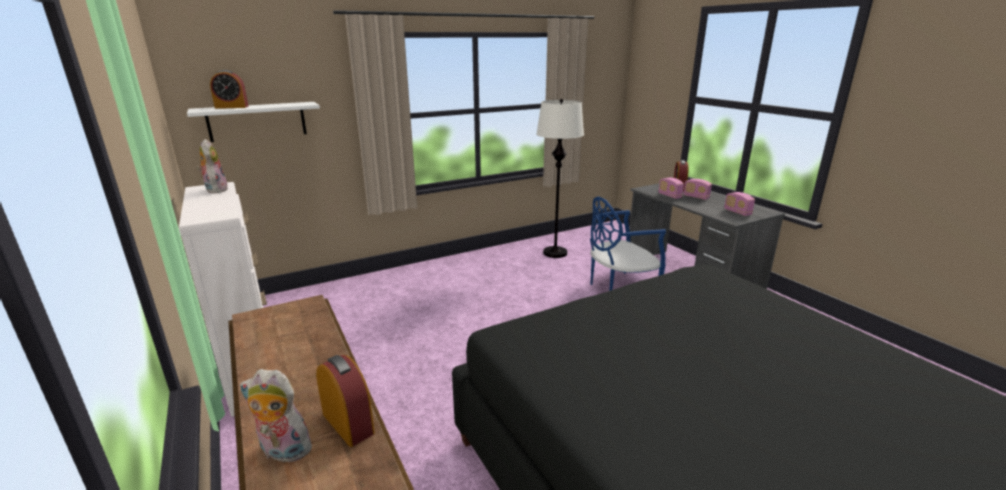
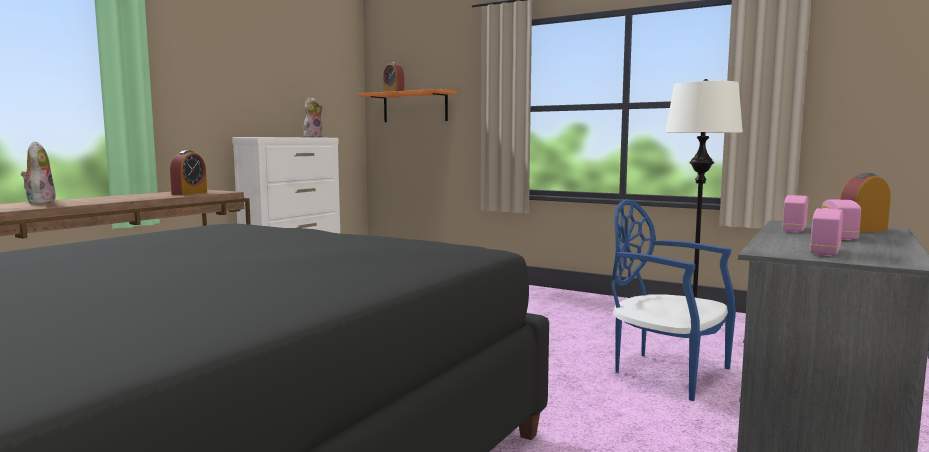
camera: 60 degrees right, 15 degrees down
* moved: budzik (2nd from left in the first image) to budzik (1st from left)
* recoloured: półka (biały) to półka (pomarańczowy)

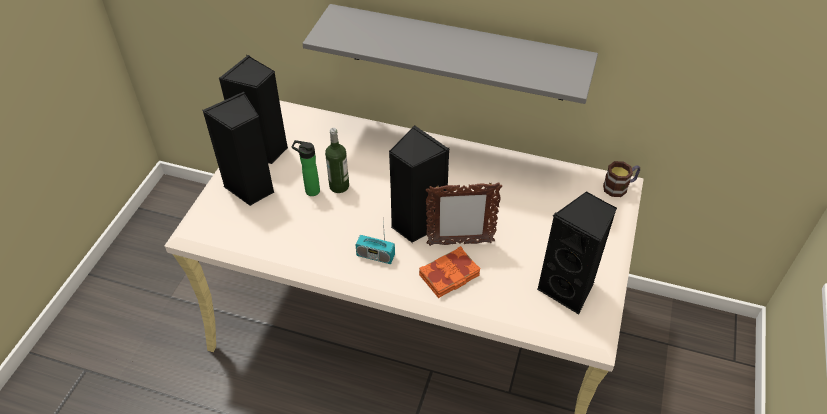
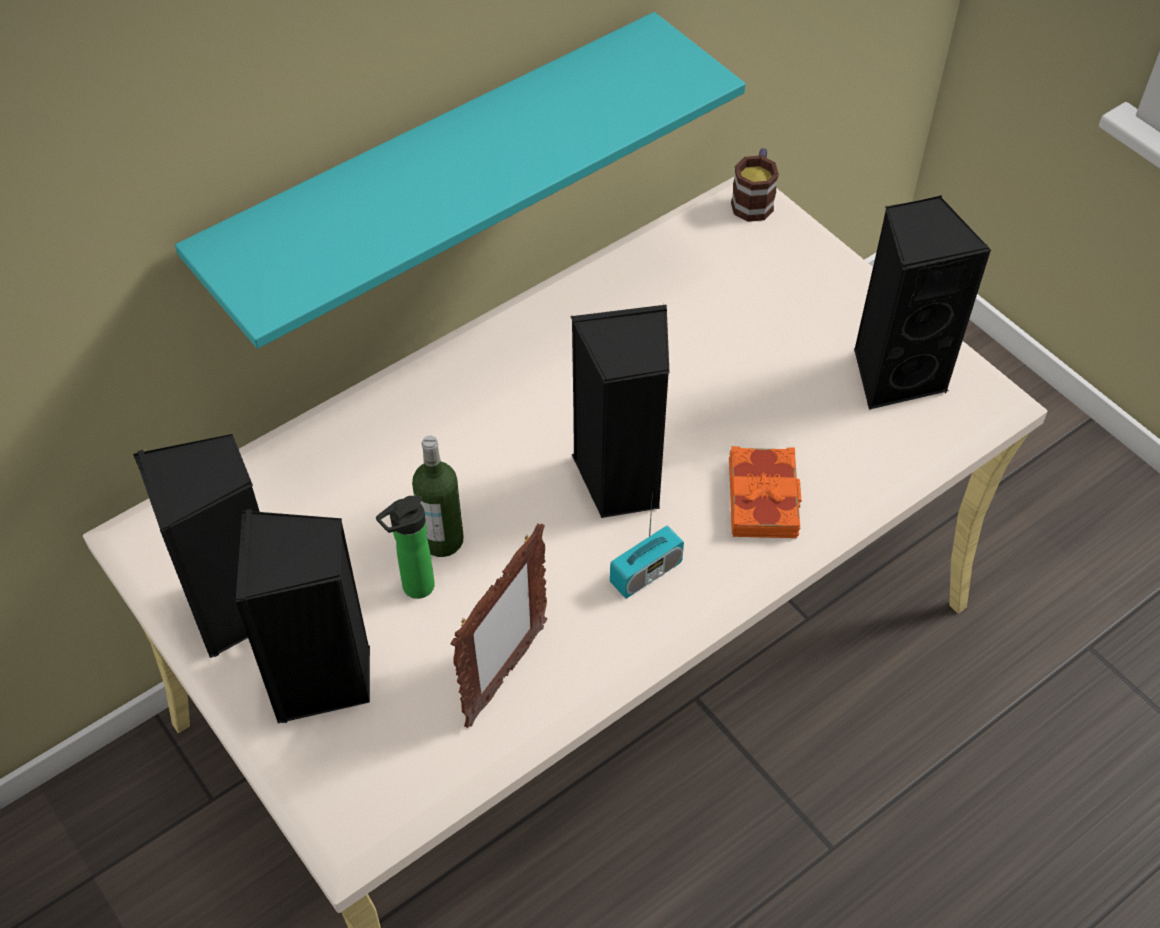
camera: 55 degrees left, 5 degrees up
* recoloured: półka (szary) to półka (turkusowy)
* moved: ramka na zdjęcie

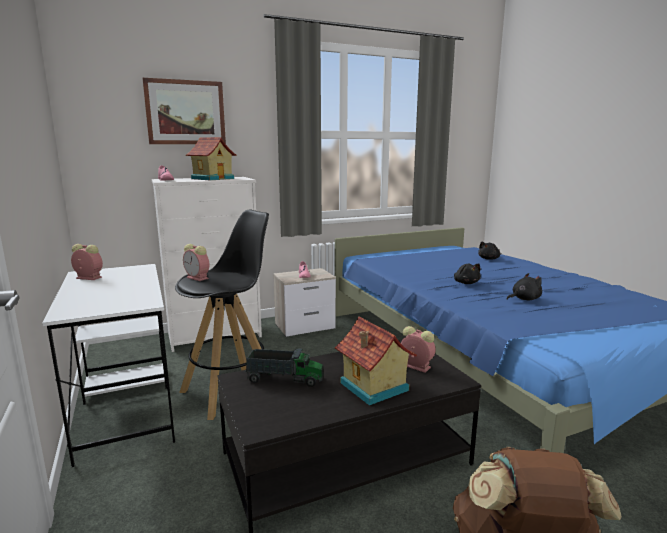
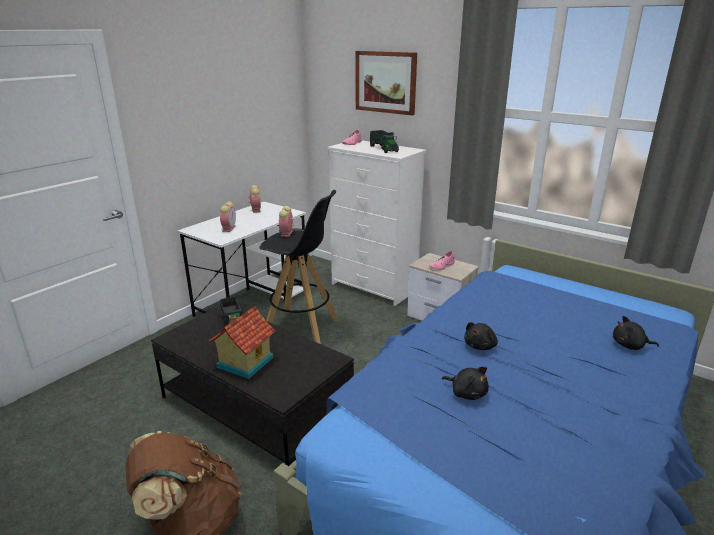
camera: 60 degrees right, 10 degrees up
* moved: budzik (3rd from left in the first image) to budzik (1st from left)
* replaced: domek (1st from left) to ciężarówka zabawkowa (2nd from left)

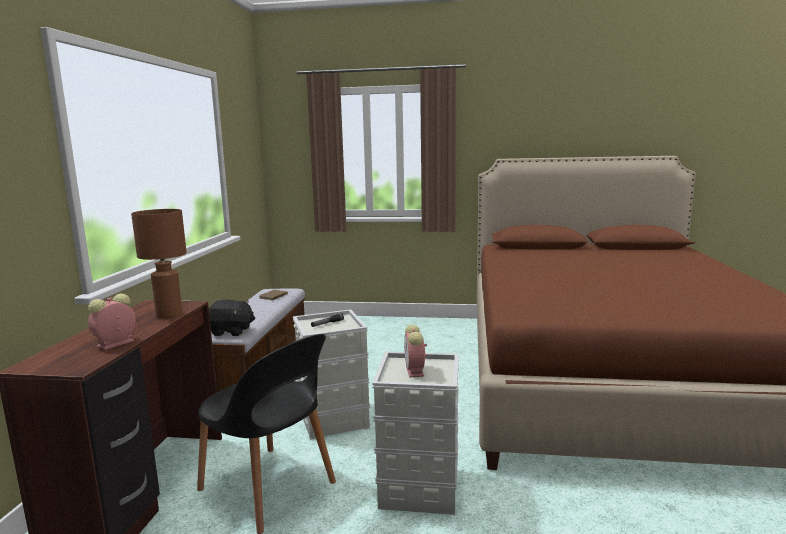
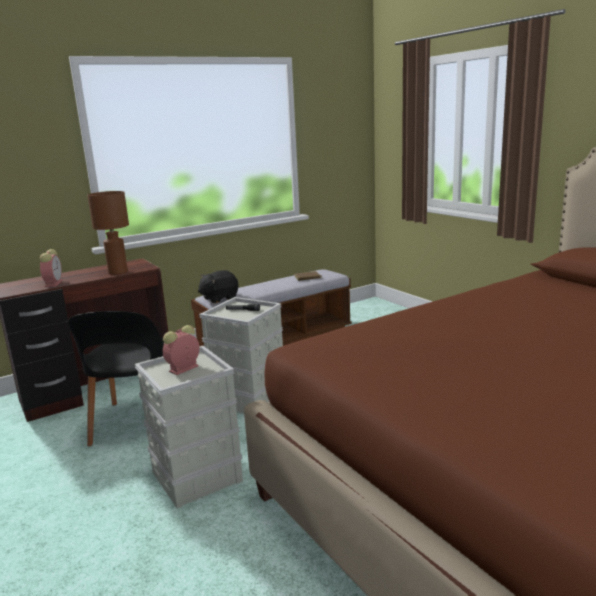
camera: 50 degrees right, 5 degrees up
* turned: budzik (1st from left) 90 degrees clockwise
* turned: pluszak (czarny) 90 degrees clockwise

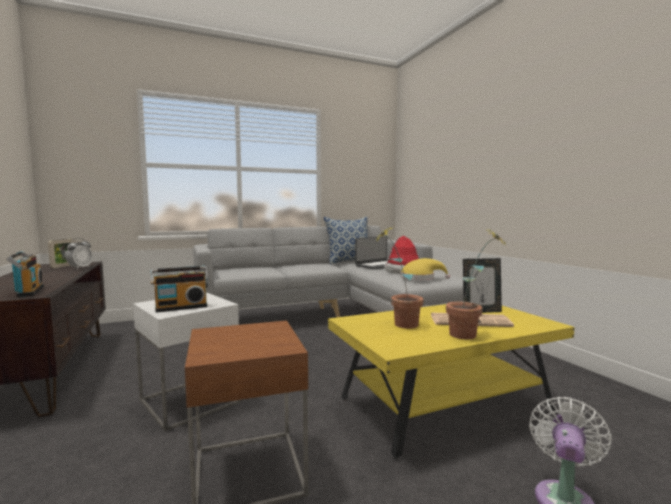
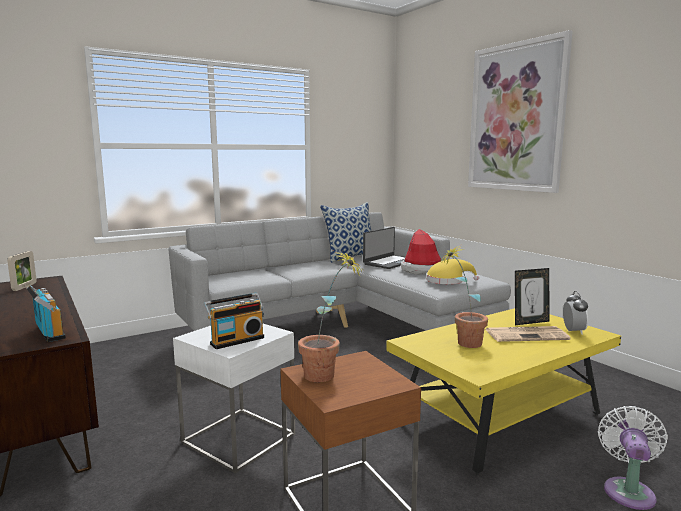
camera: 10 degrees left, 5 degrees up
* moved: roślina doniczkowa (2nd from left in the first image) to roślina doniczkowa (1st from left)
* added: obraz
* moved: budzik

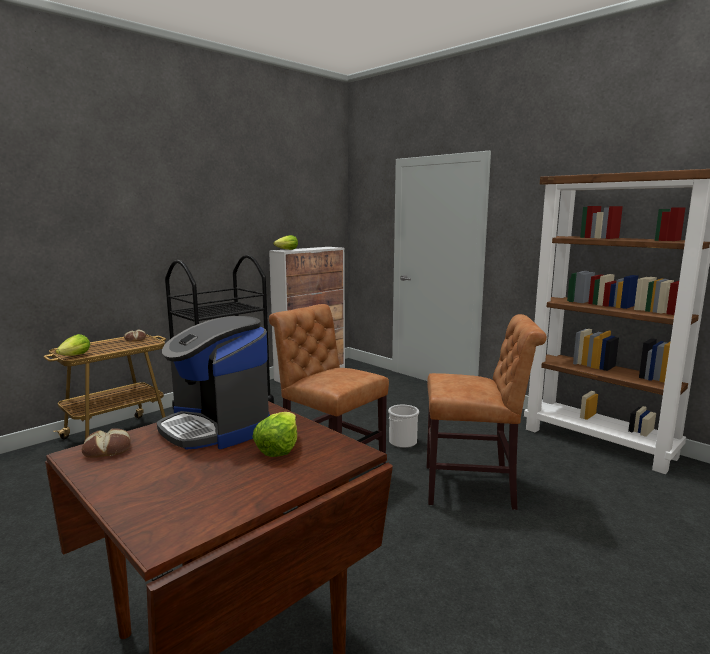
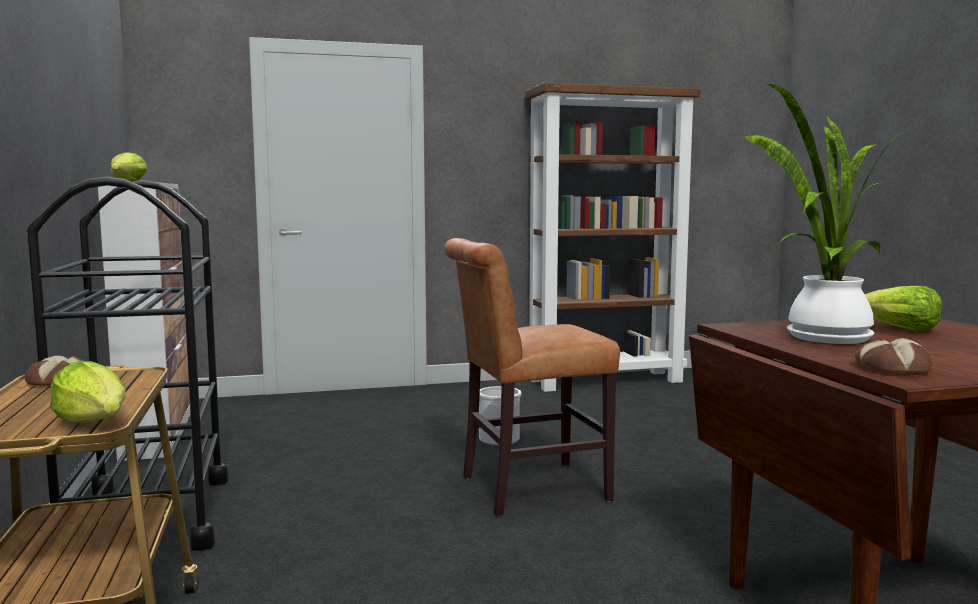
camera: 60 degrees left, 5 degrees down
* replaced: ekspres do kawy to roślina doniczkowa
* removed: krzesło (brązowy) (2nd from left)

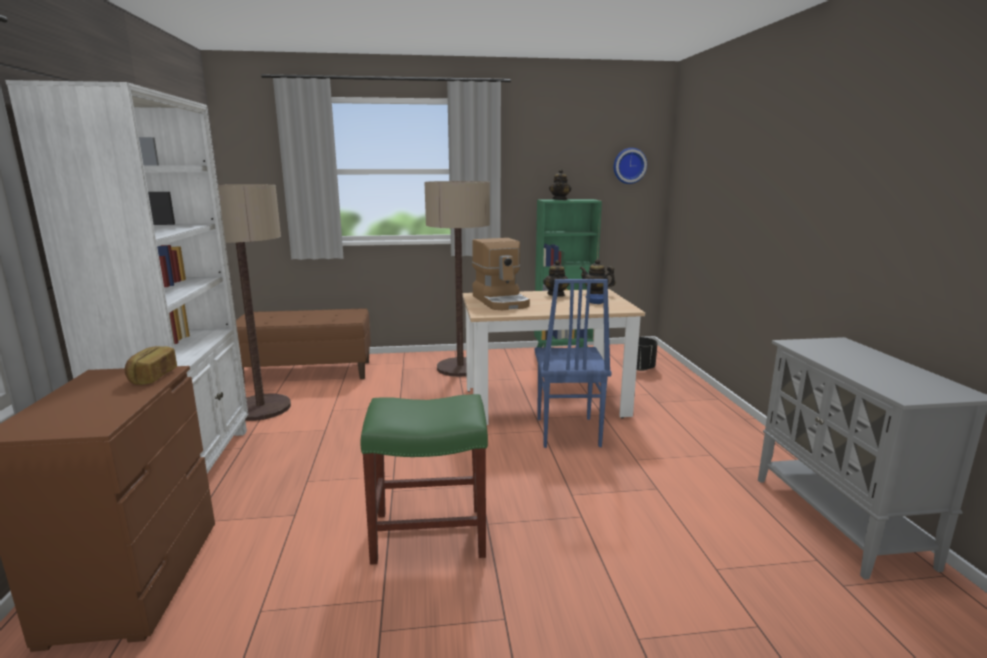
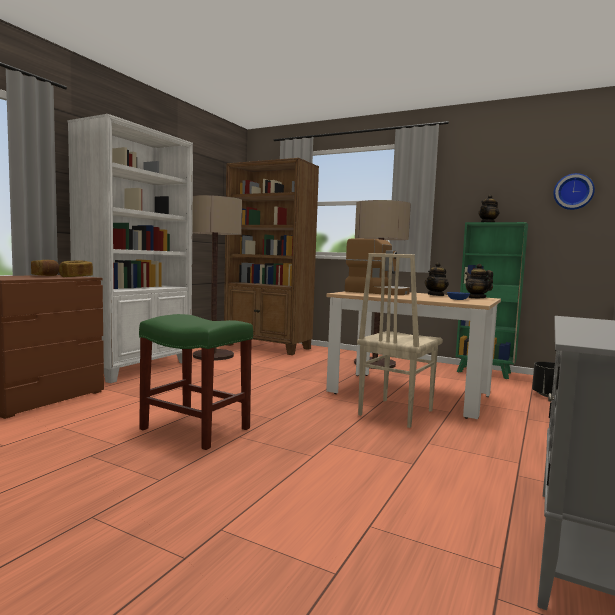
camera: 35 degrees right, 10 degrees down
* added: chleb (1st from left)
* replaced: ławka (brązowy) to regał (brązowy)
* turned: ekspres do kawy 75 degrees counterclockwise
* recoloured: krzesło (niebieski) to krzesło (beżowy)

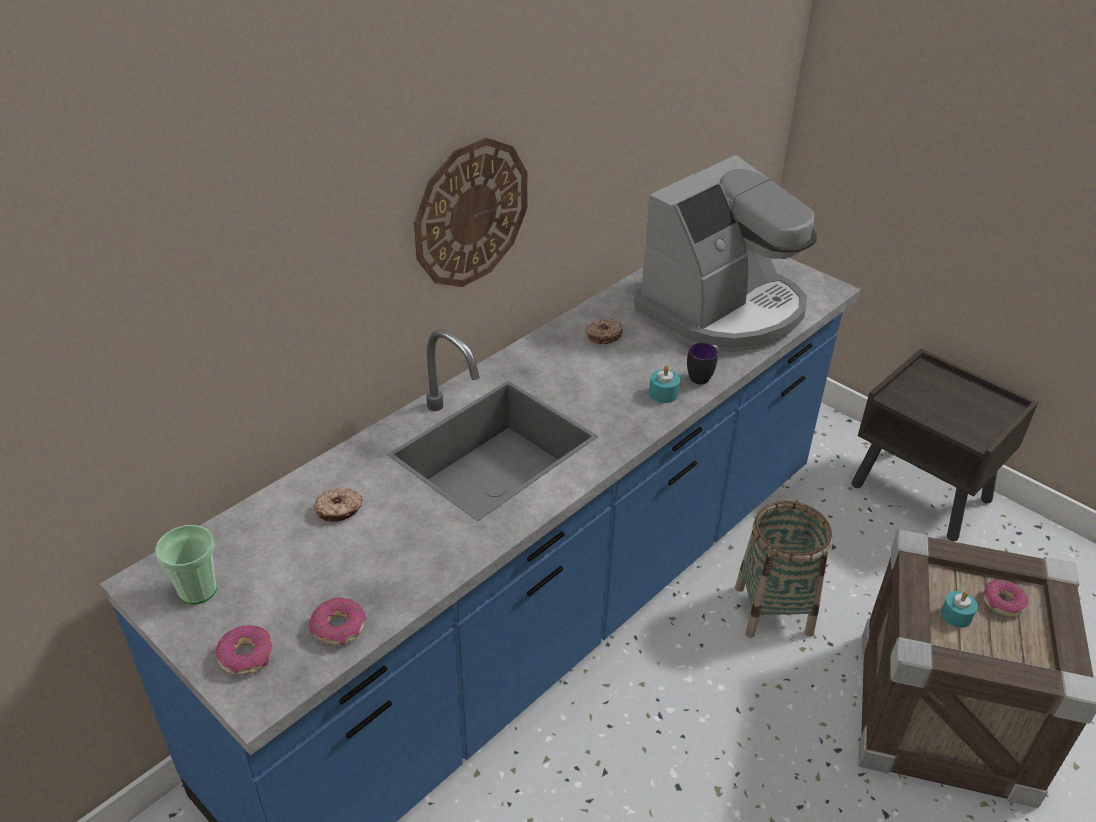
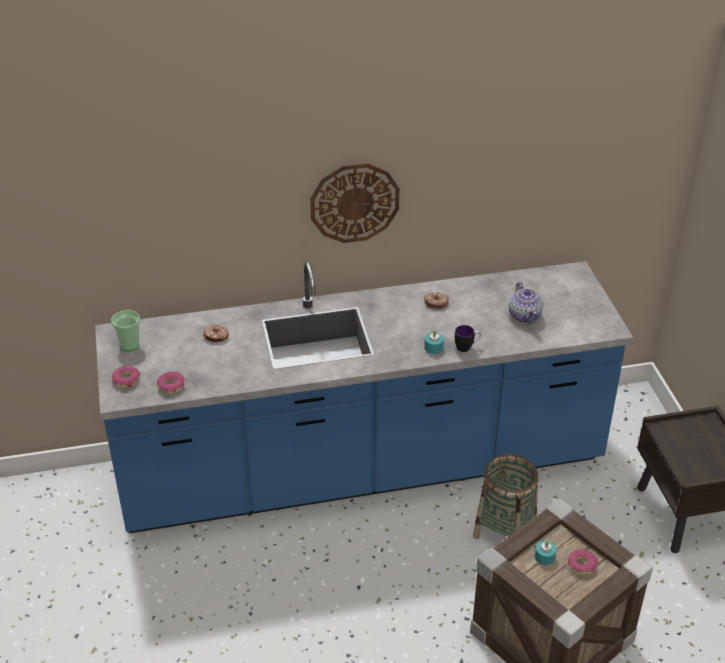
camera: 35 degrees right, 0 degrees up
* replaced: ekspres do kawy to imbryk

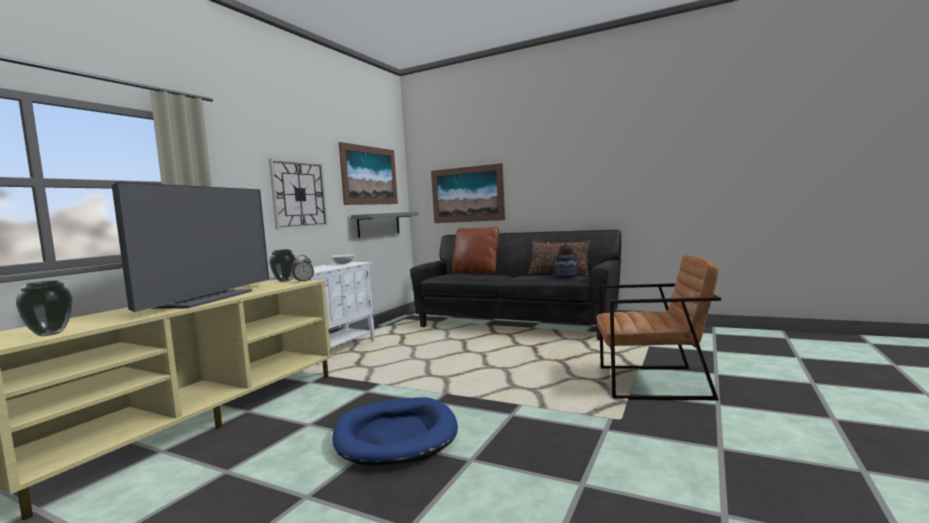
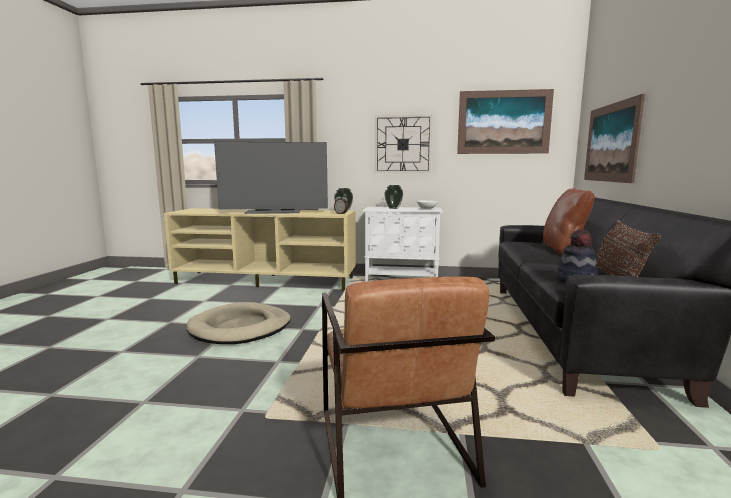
camera: 70 degrees right, 5 degrees up
* recoloured: legowisko (niebieski) to legowisko (beżowy)
* moved: wazon (1st from left in the first image) to wazon (2nd from left)
* removed: półka (szary)

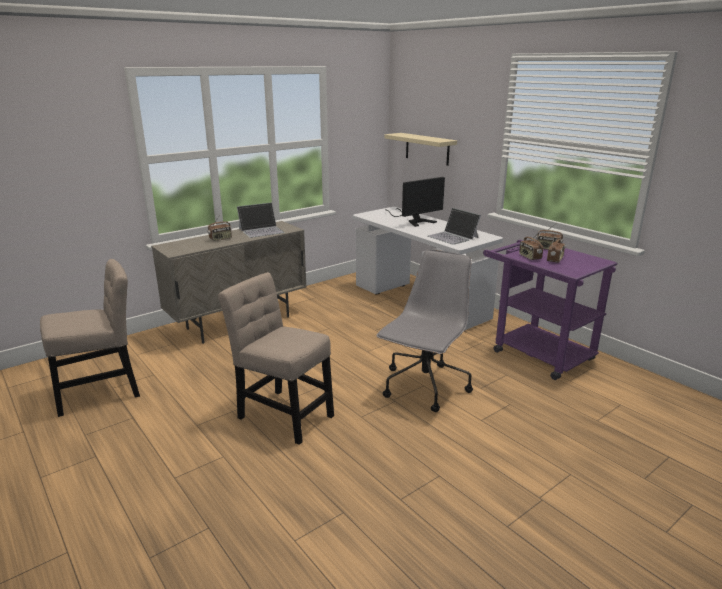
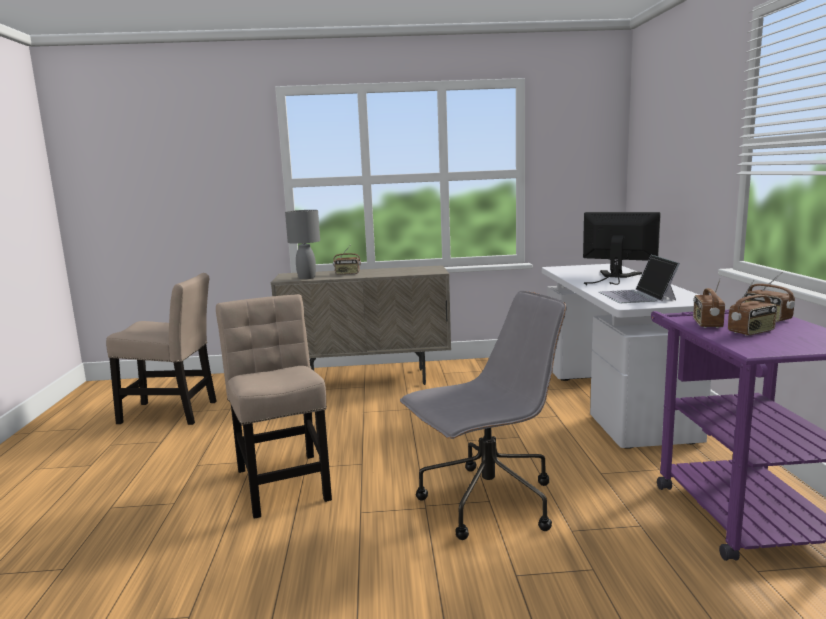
camera: 35 degrees right, 10 degrees down
* added: lampa stołowa (szary)
* turned: monitor 150 degrees counterclockwise
* removed: laptop (1st from left)
* removed: półka (beżowy)

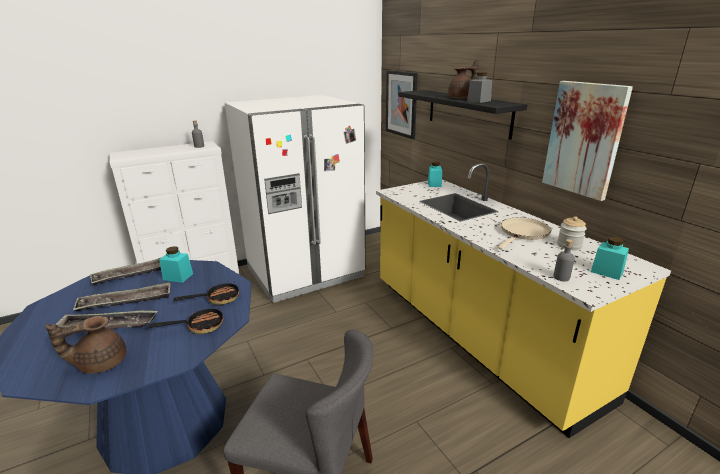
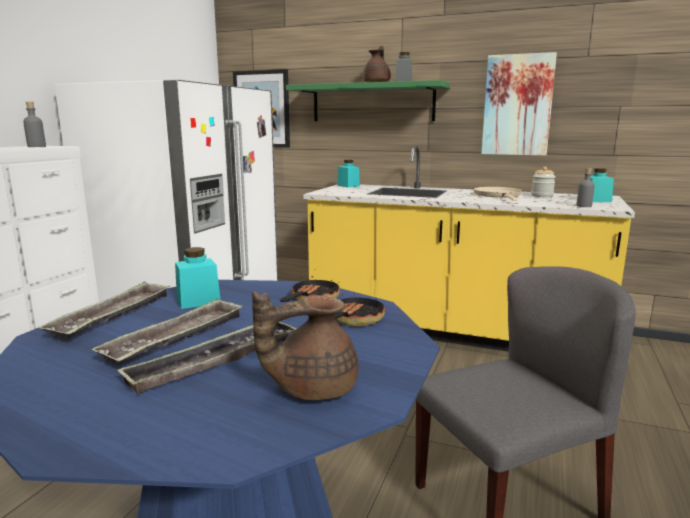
camera: 40 degrees left, 10 degrees down
* turned: imbryk (brązowy) (1st from left) 45 degrees clockwise
* recoloured: półka (czarny) to półka (zielony)

